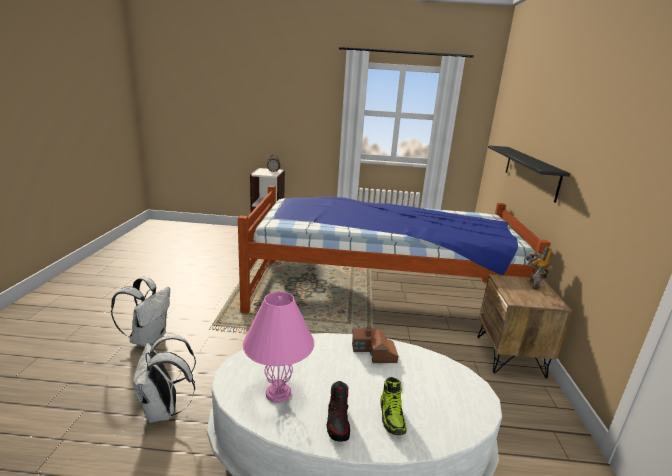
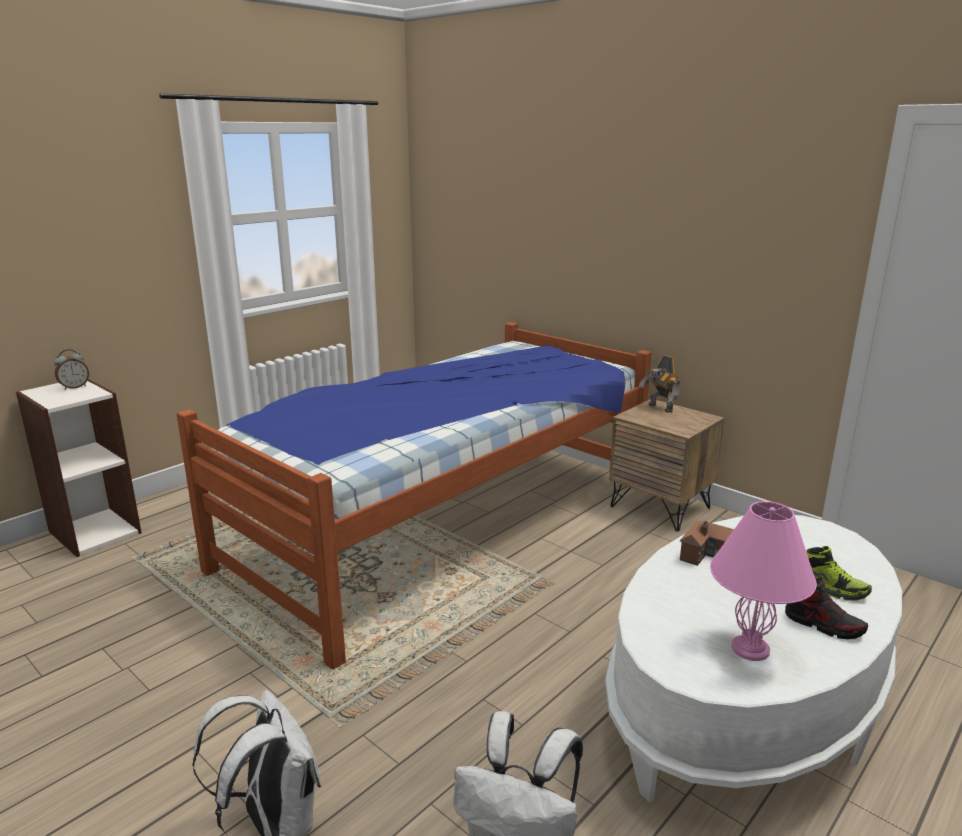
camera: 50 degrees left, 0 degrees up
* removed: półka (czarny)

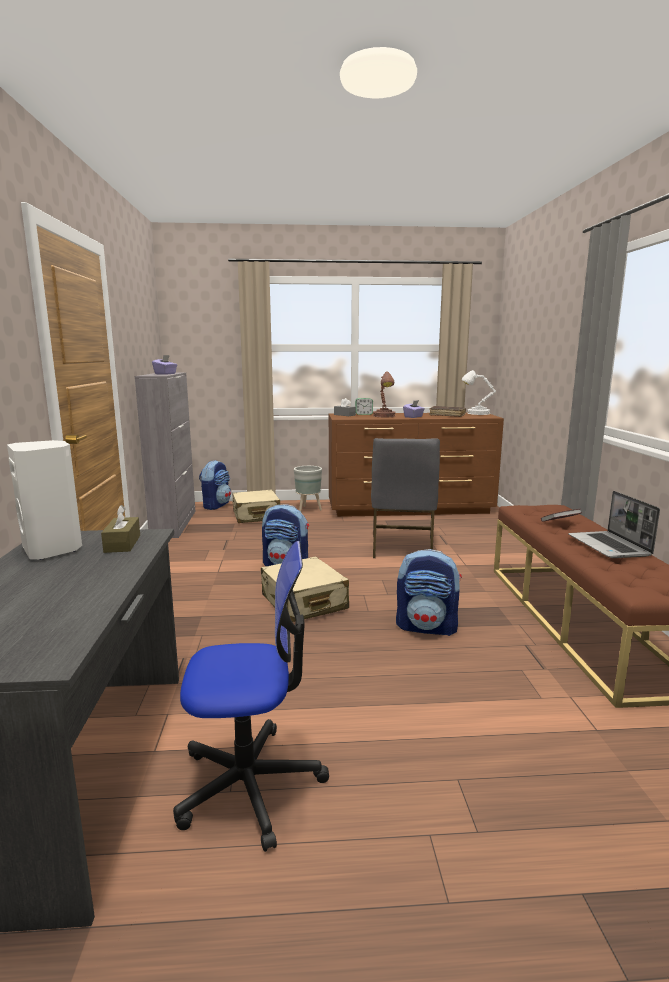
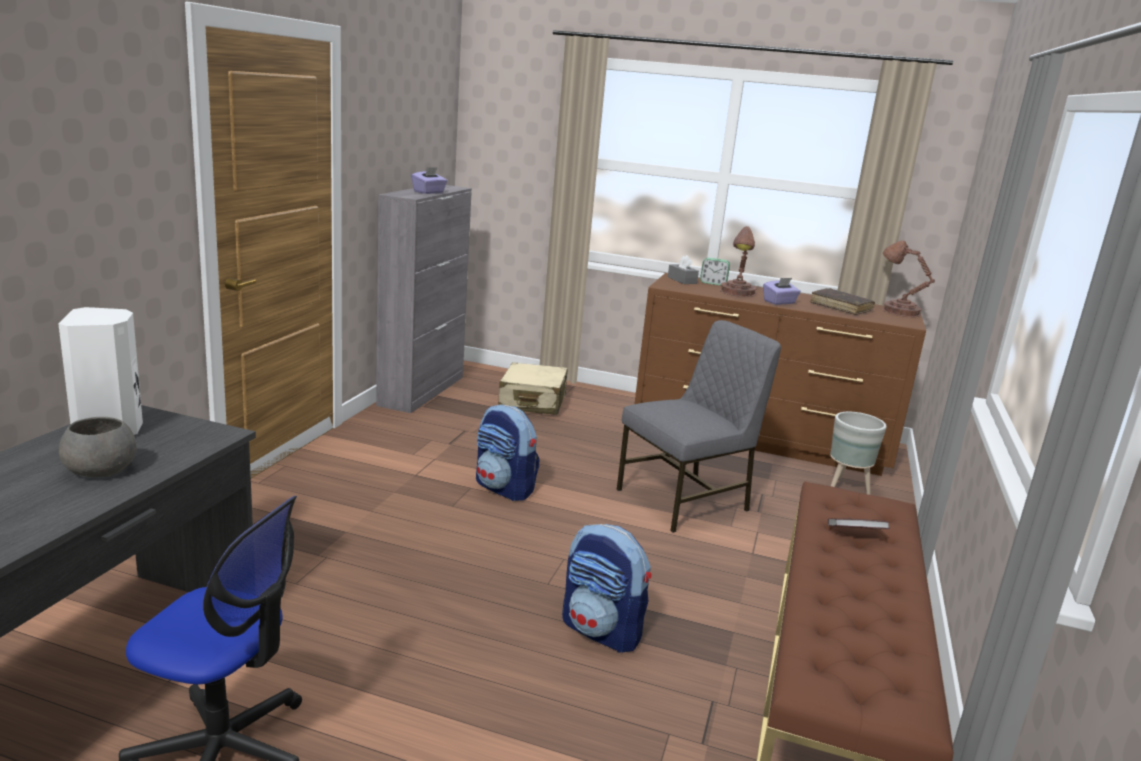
camera: 20 degrees right, 5 degrees up
* added: miska (szary)
* turned: krzesło (szary) 150 degrees counterclockwise
* moved: donica (szary)
* recoloured: lampa stołowa (biały) to lampa stołowa (brązowy) (2nd from left)
* removed: pudełko chusteczek (brązowy)
* removed: plecak (1st from left)
* removed: walizka (beżowy) (2nd from left)
* removed: laptop

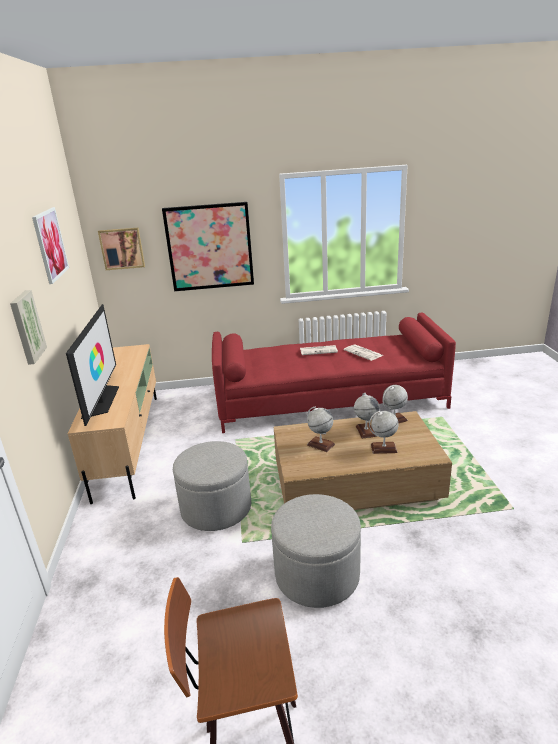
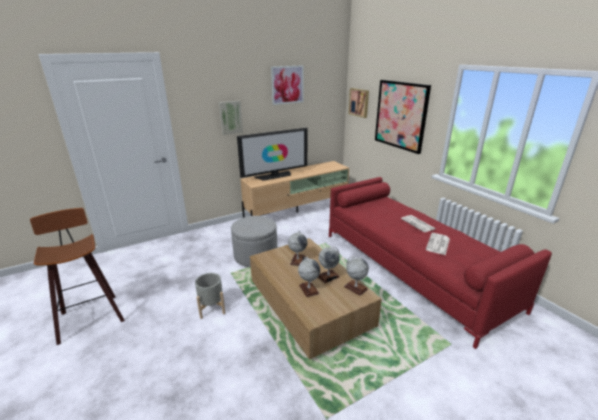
camera: 65 degrees right, 0 degrees up
* replaced: pufa (szary) (2nd from left) to donica (szary)

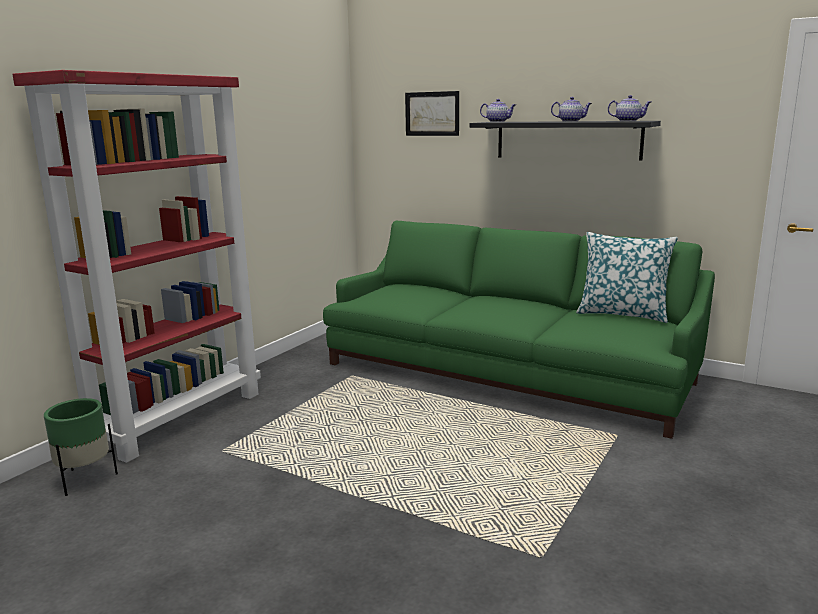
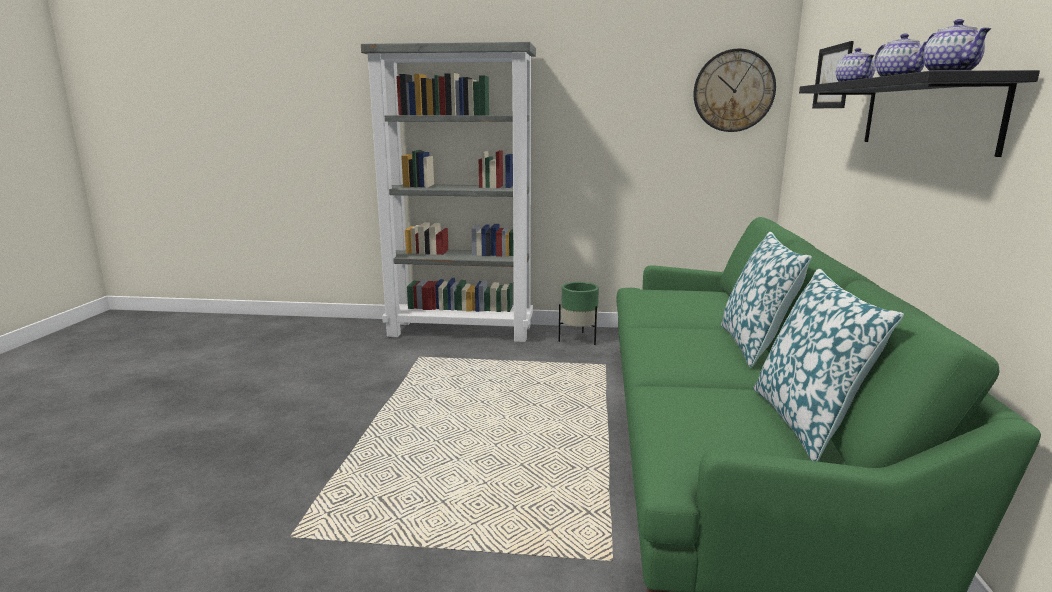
camera: 65 degrees right, 0 degrees up
* recoloured: regał (czerwony) to regał (szary)
* moved: donica (zielony)
* added: zegar ścienny
* added: poduszka (1st from left)

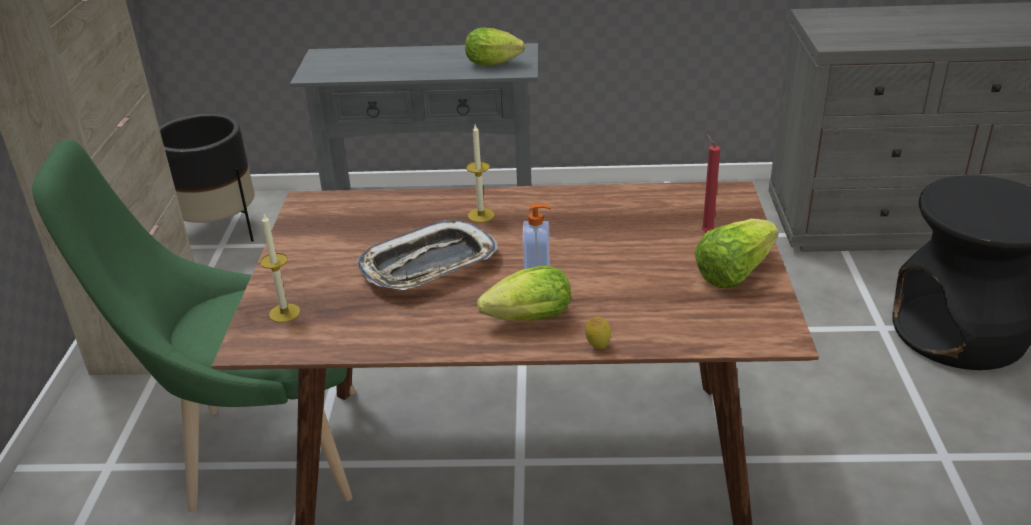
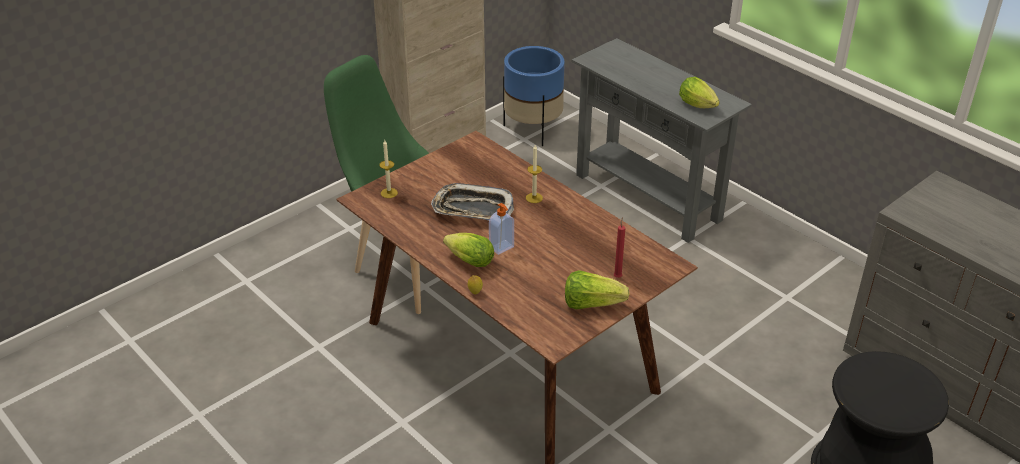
camera: 45 degrees right, 5 degrees up
* recoloured: donica (czarny) to donica (niebieski)

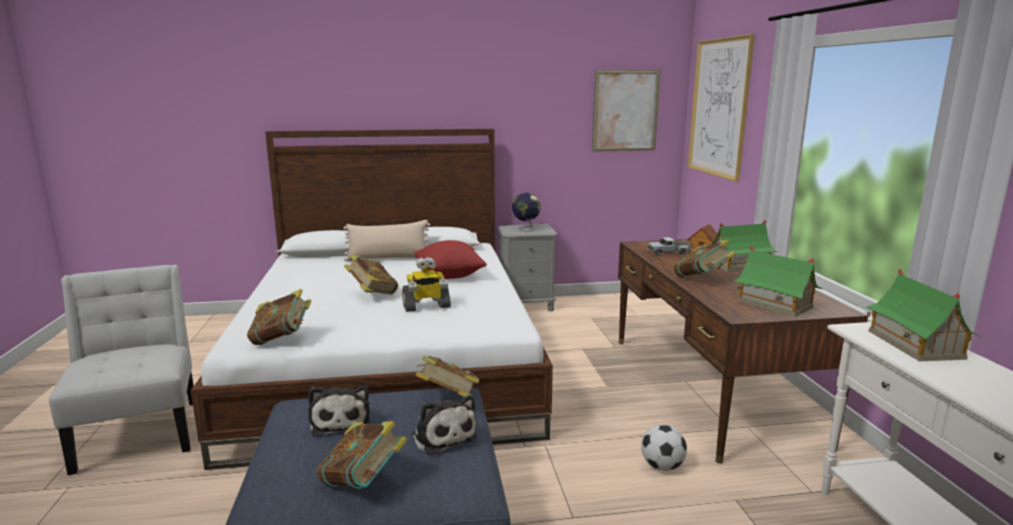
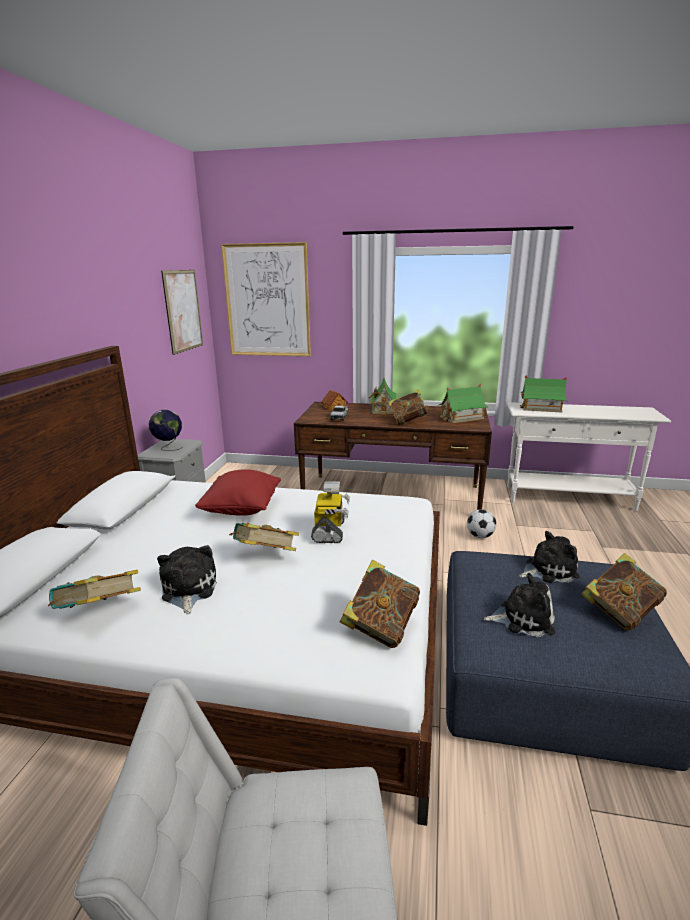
camera: 70 degrees left, 5 degrees up
* moved: książka (4th from left in the first image) to książka (1st from left)
* added: pluszak (1st from left)
* removed: poduszka (beżowy)

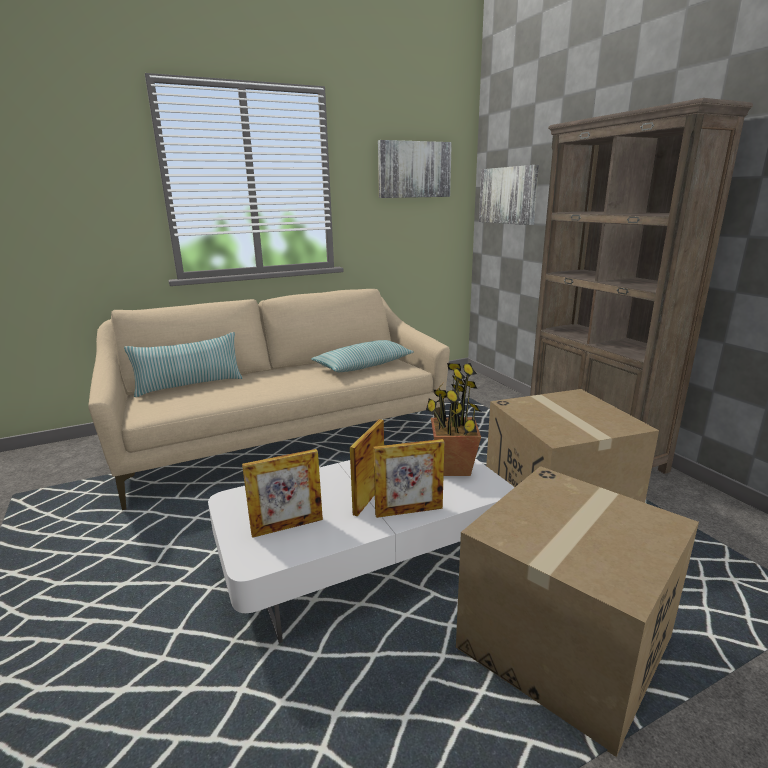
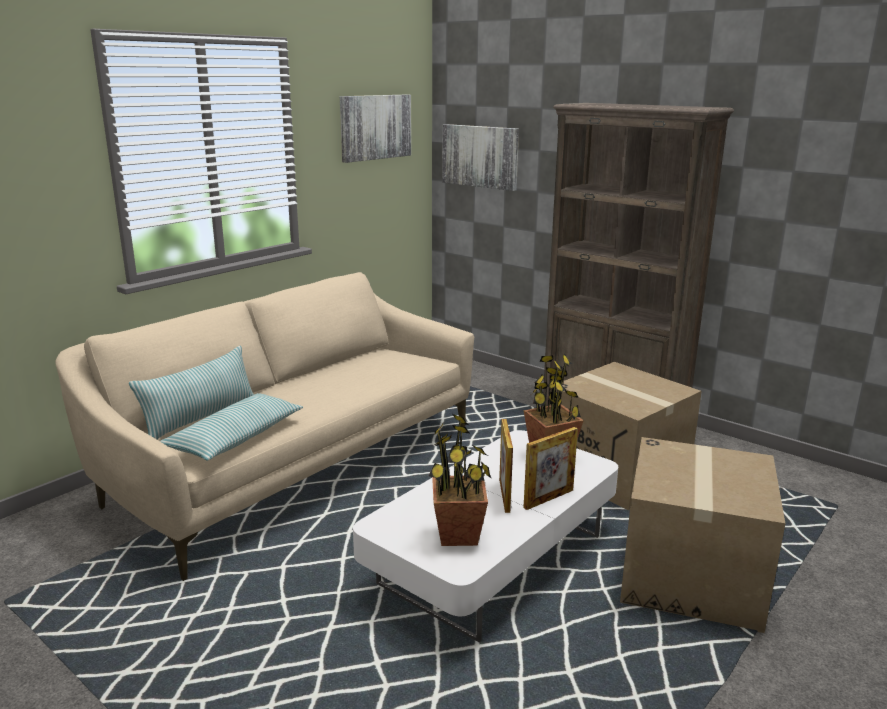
camera: 25 degrees left, 0 degrees up
* moved: poduszka (2nd from left)
* replaced: ramka na zdjęcie (1st from left) to roślina doniczkowa (1st from left)

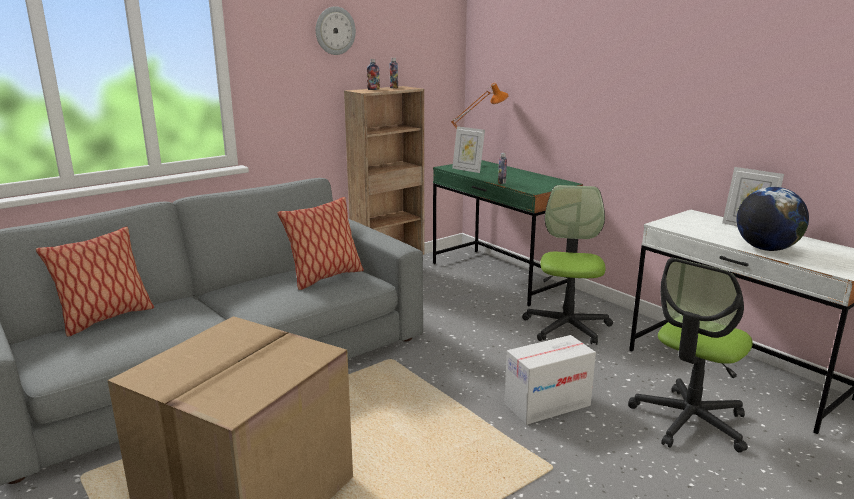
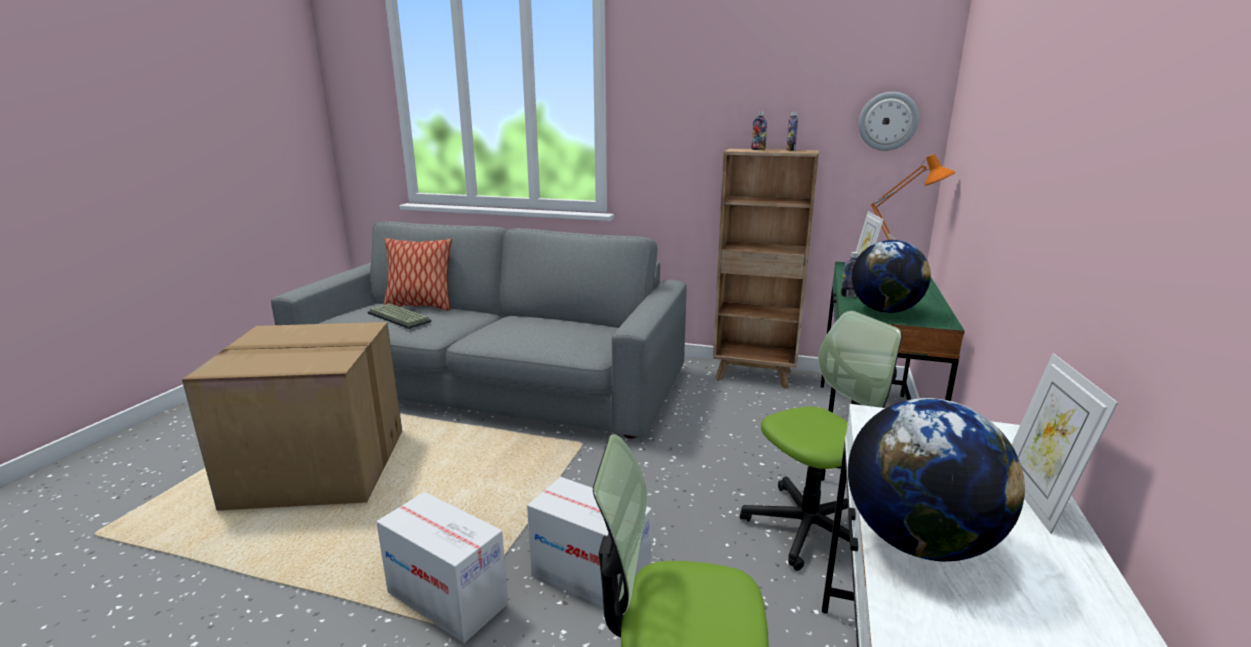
camera: 55 degrees right, 0 degrees up
* added: klawiatura
* added: karton (2nd from left)
* added: globus (1st from left)
* moved: zegar ścienny
* removed: poduszka (2nd from left)

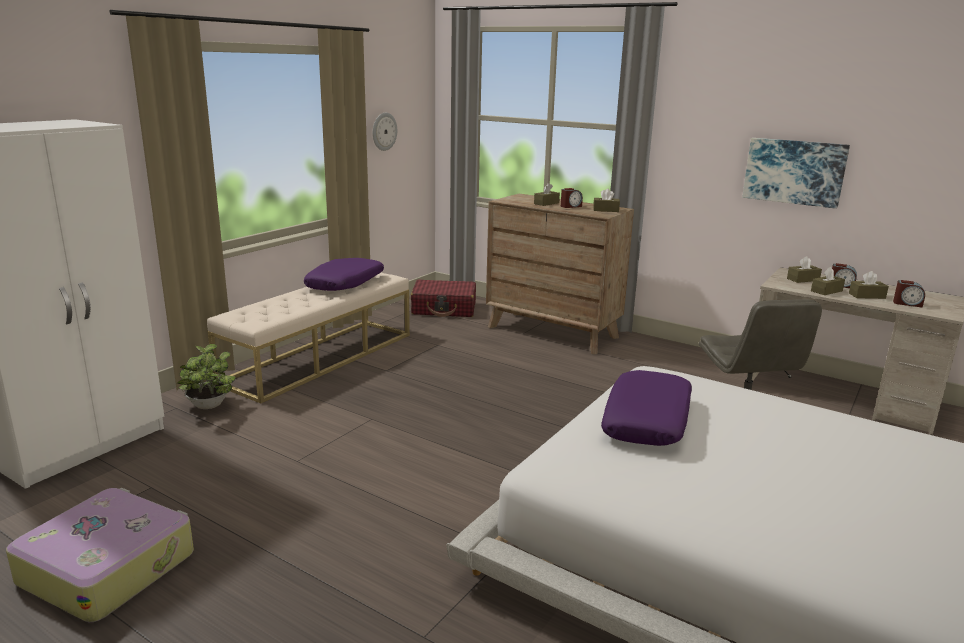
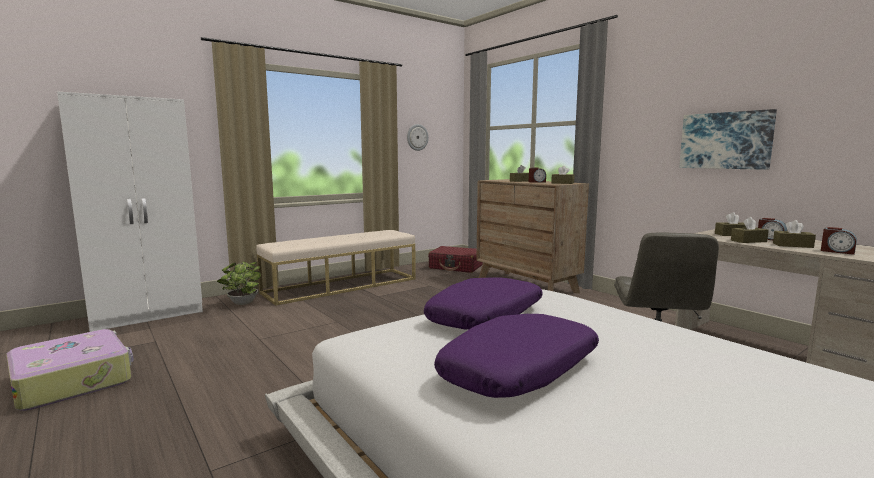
camera: 20 degrees right, 10 degrees down
* moved: poduszka (fioletowy) (1st from left in the first image) to poduszka (fioletowy) (2nd from left)

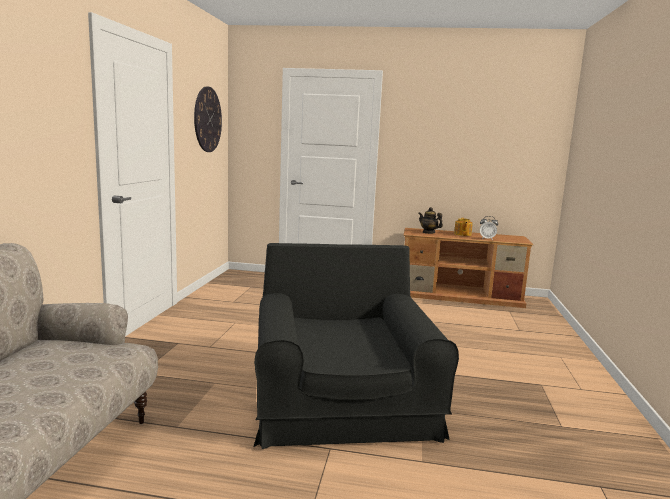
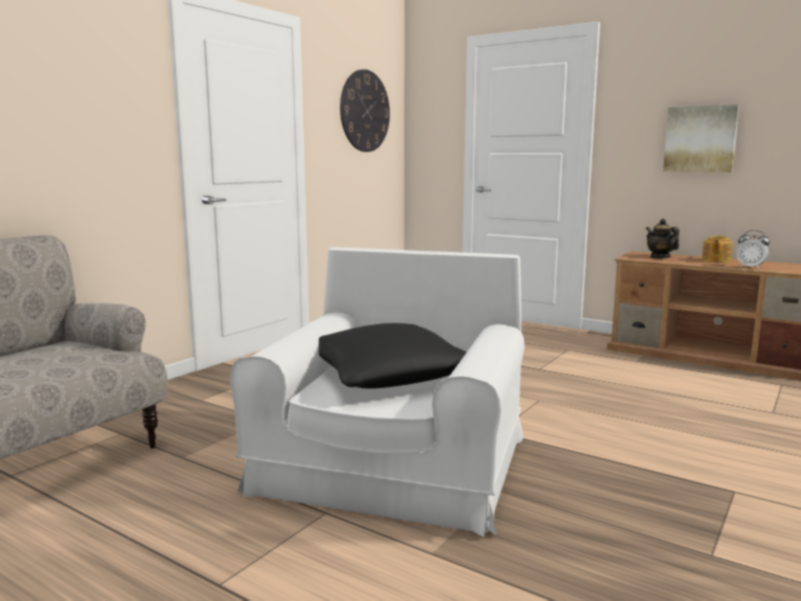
camera: 25 degrees right, 0 degrees up
* recoloured: fotel (czarny) to fotel (biały)
* added: poduszka (czarny)
* added: obraz

